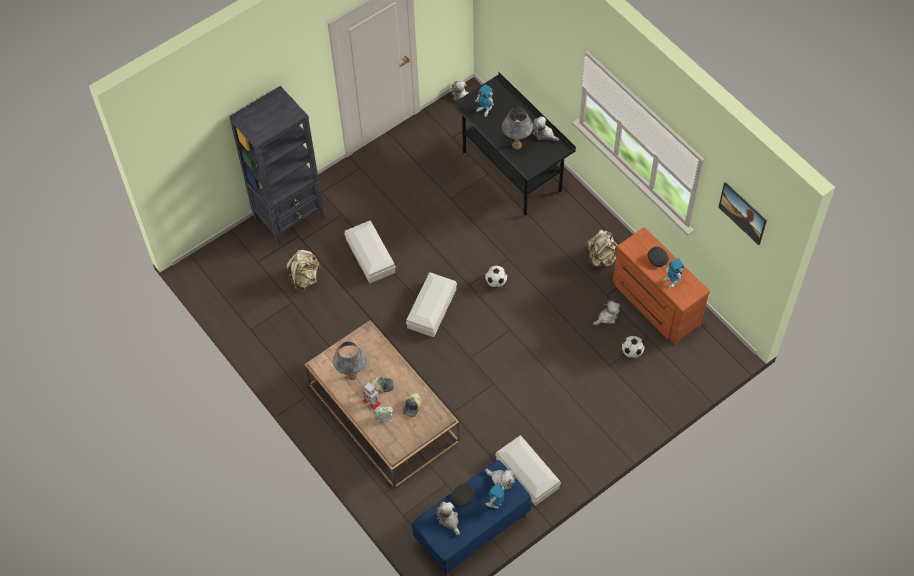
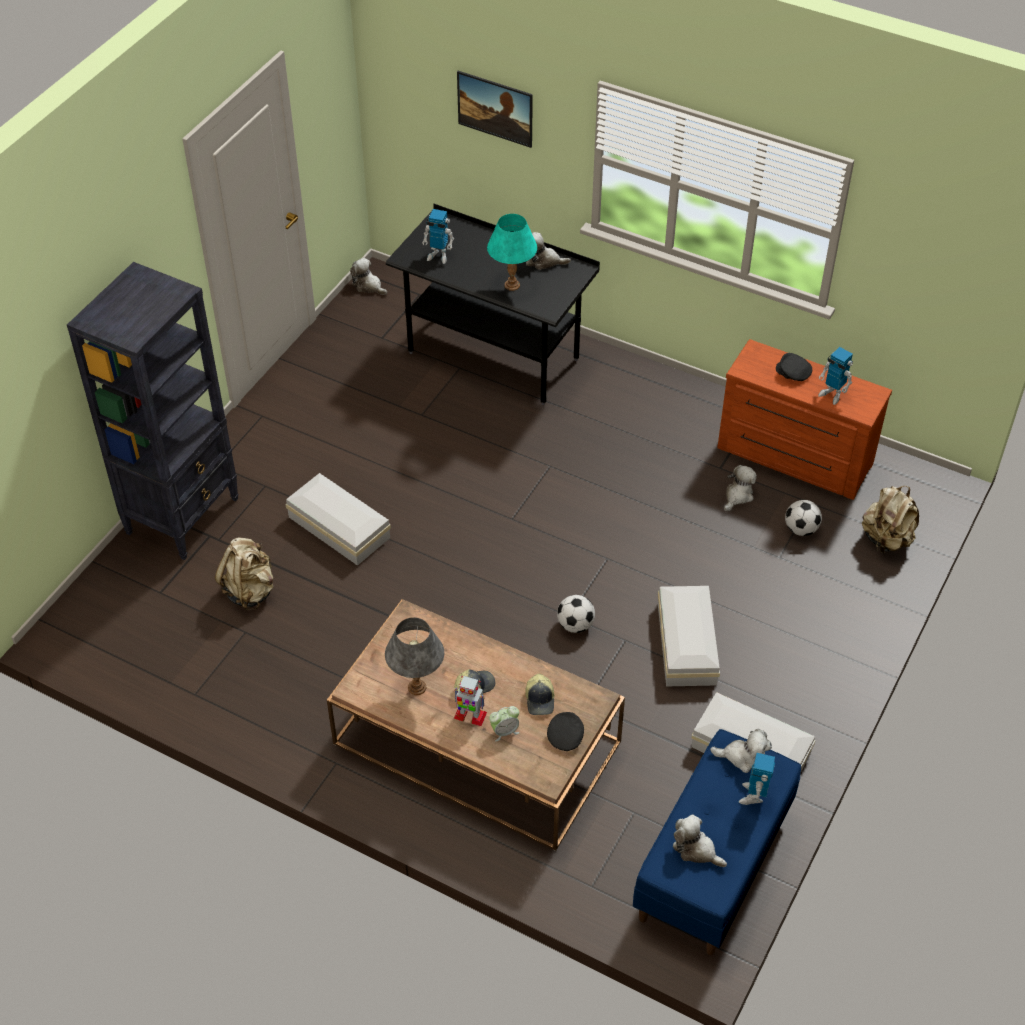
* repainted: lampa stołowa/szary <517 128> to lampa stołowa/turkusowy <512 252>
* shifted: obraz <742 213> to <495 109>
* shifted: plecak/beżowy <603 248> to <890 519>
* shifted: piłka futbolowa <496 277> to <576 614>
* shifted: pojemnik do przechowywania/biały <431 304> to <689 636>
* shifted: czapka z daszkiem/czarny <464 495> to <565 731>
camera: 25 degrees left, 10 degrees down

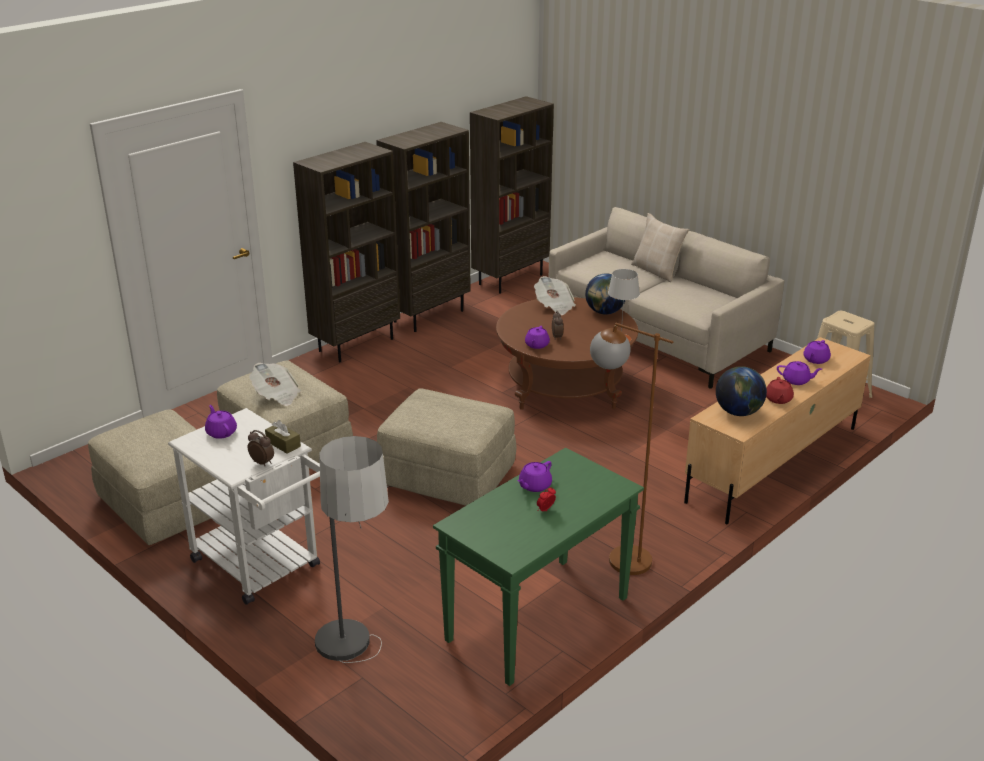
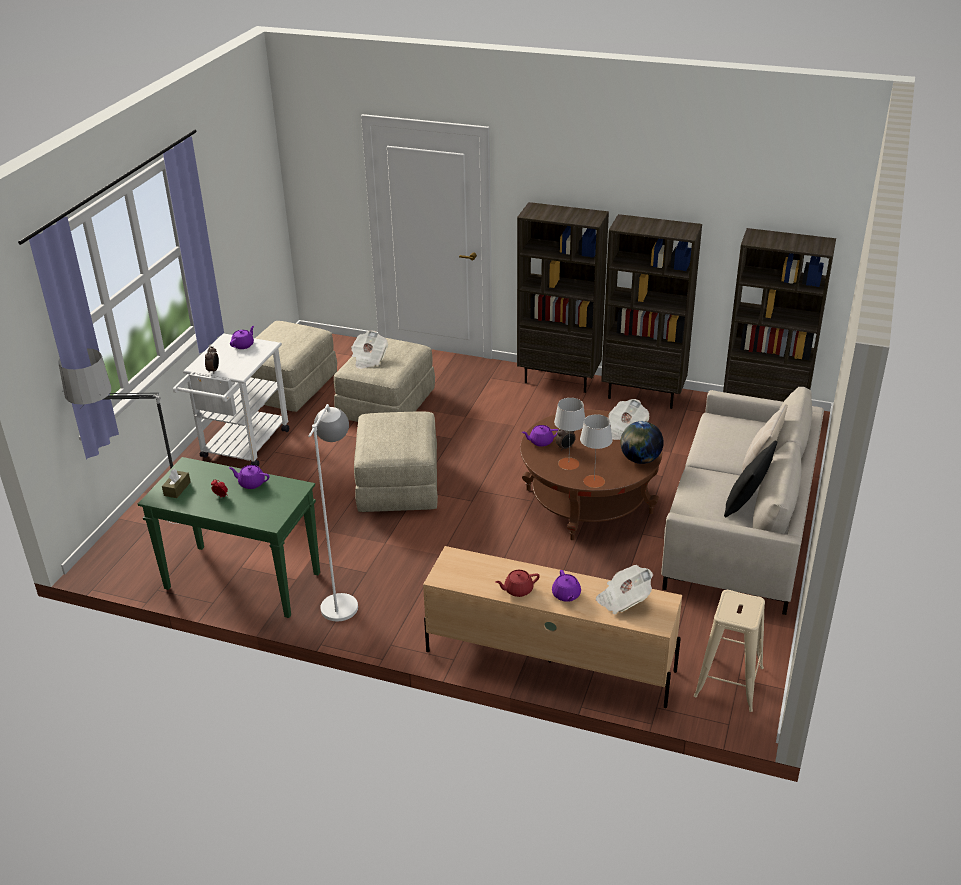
* repainted: lampa stojąca/brązowy <631 449> to lampa stojąca/biały <333 512>
* swapped: imbryk/fioletowy <817 352> to gazeta <624 589>
* gone: globus <741 391>
* shifted: pudełko chusteczek/brązowy <283 437> to <176 483>
* new: lampa stołowa/szary <569 434>
* new: poduszka/czarny <750 478>
camera: 65 degrees right, 5 degrees up

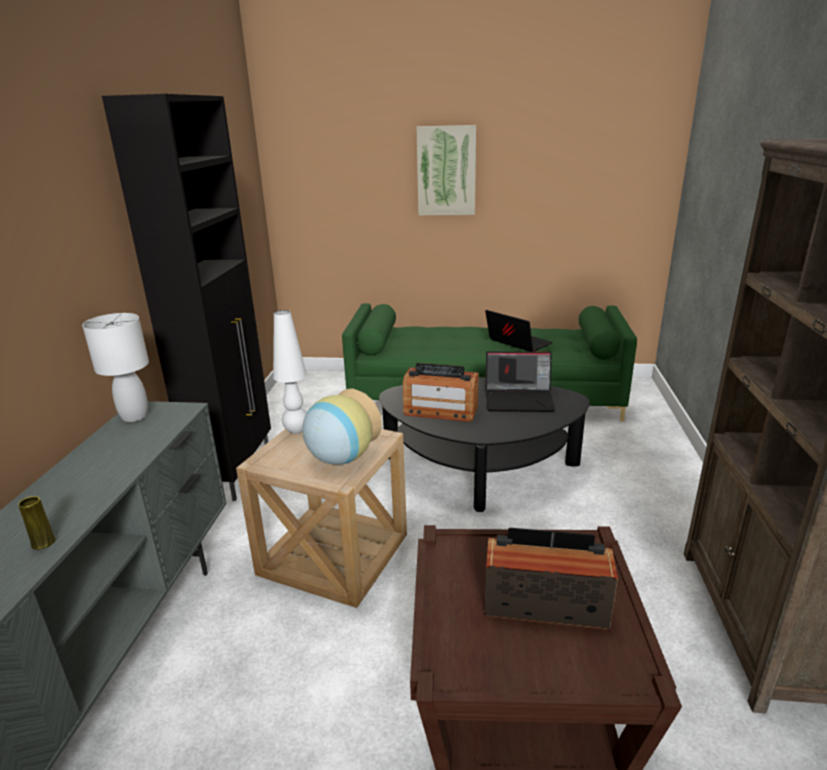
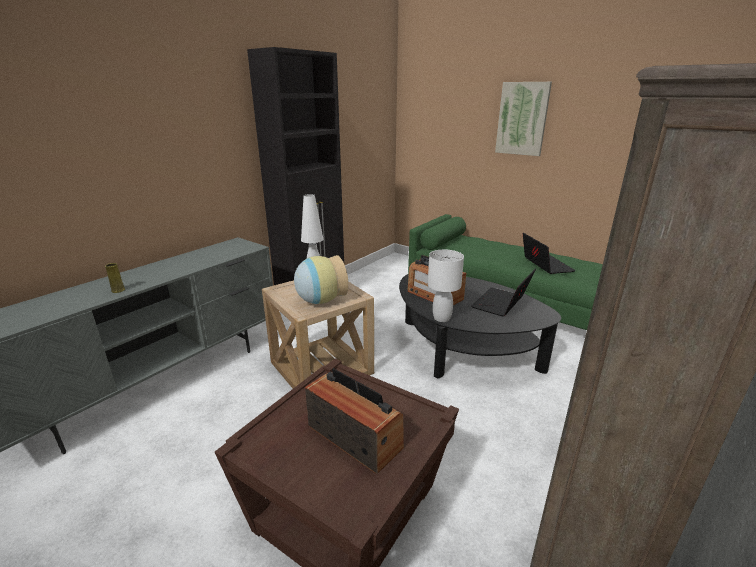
* shifted: lampa stołowa/biały <115 367> to <446 286>
* rotated: laptop <520 382> = <503 292> 90 degrees clockwise
camera: 30 degrees right, 0 degrees up

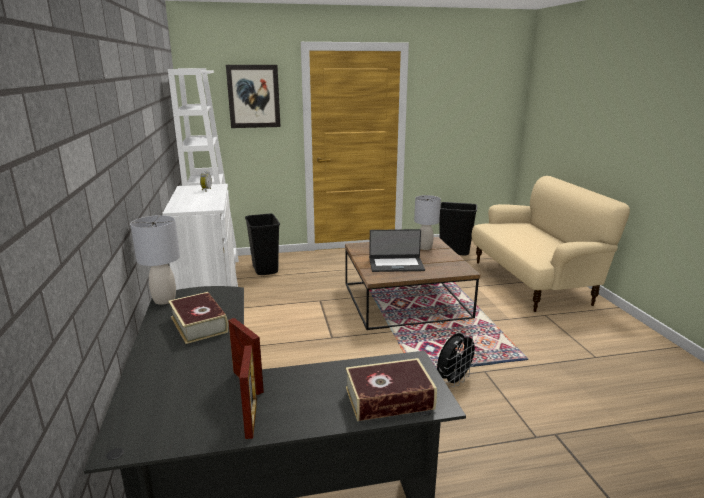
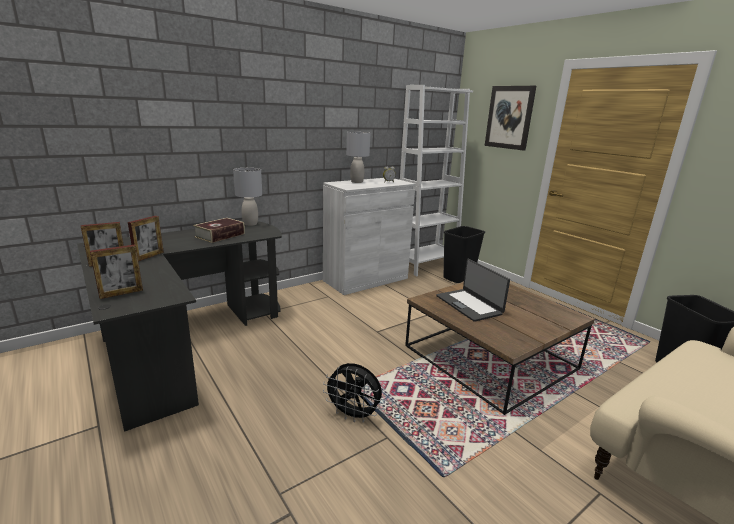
* shifted: lampa stołowa/szary <427 222> to <358 157>
* swapped: książka <391 389> to ramka na zdjęcie <116 271>
camera: 65 degrees right, 0 degrees up

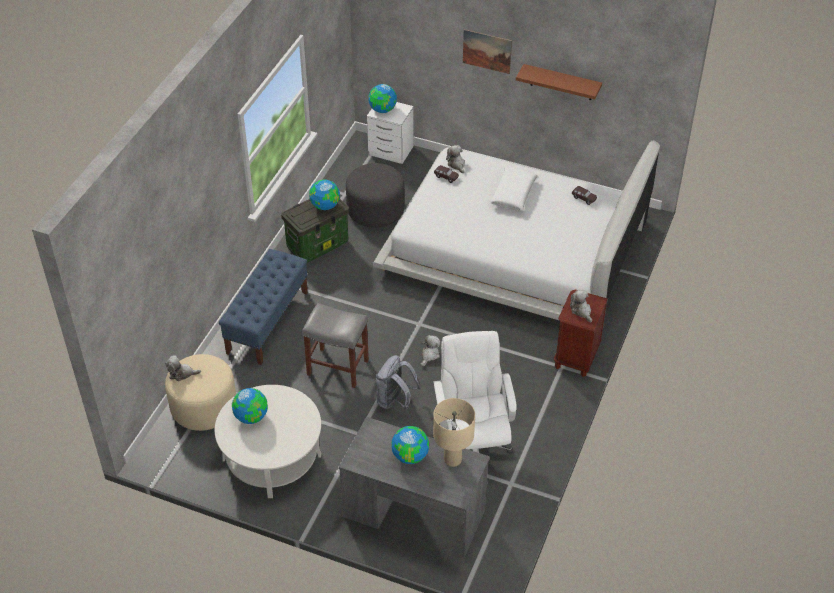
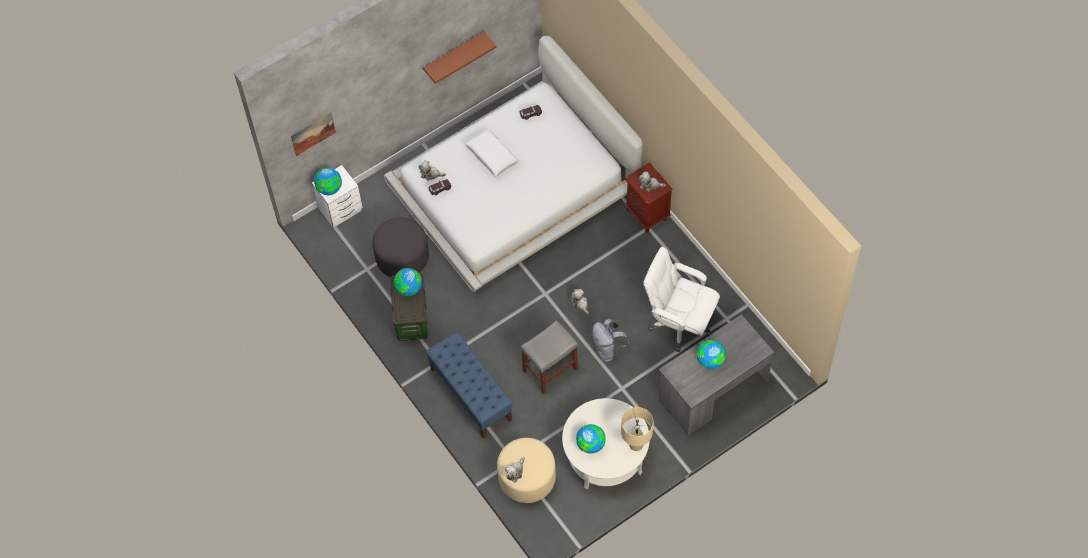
* shifted: obraz <487 51> to <313 134>
* shifted: lampa stołowa/beżowy <454 432> to <637 429>
camera: 55 degrees left, 15 degrees up

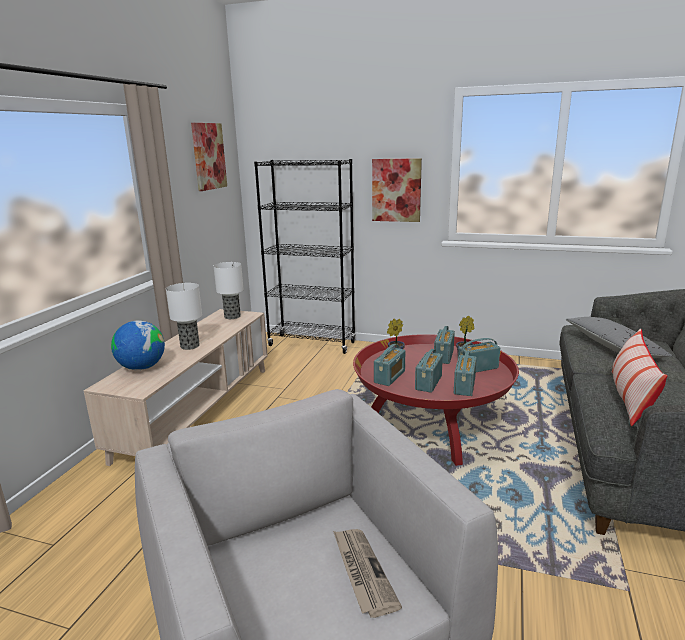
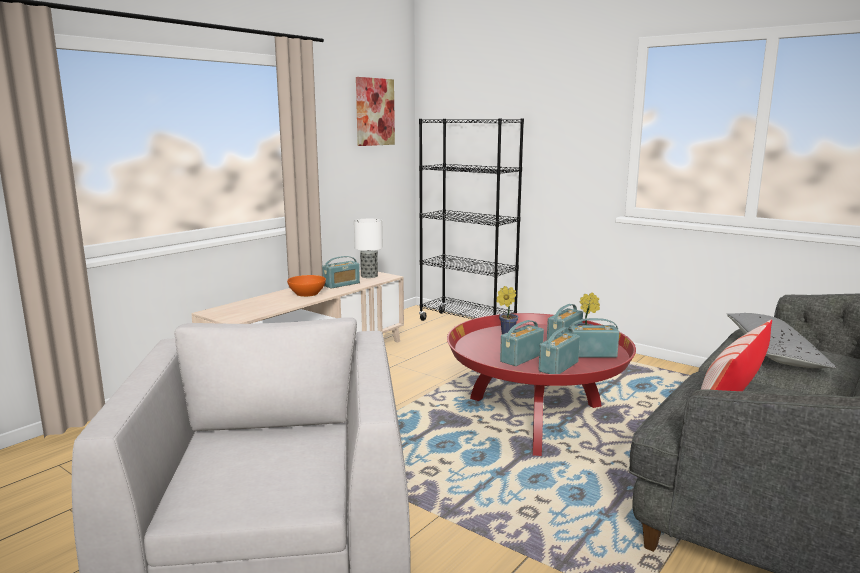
* gone: obraz <397 190>
* swapped: lampa stołowa <184 316> to miska/pomarańczowy <306 286>
* gone: globus <138 345>
* shifted: radio <389 365> to <341 272>
* gone: gazeta <367 573>
camera: 20 degrees right, 5 degrees down

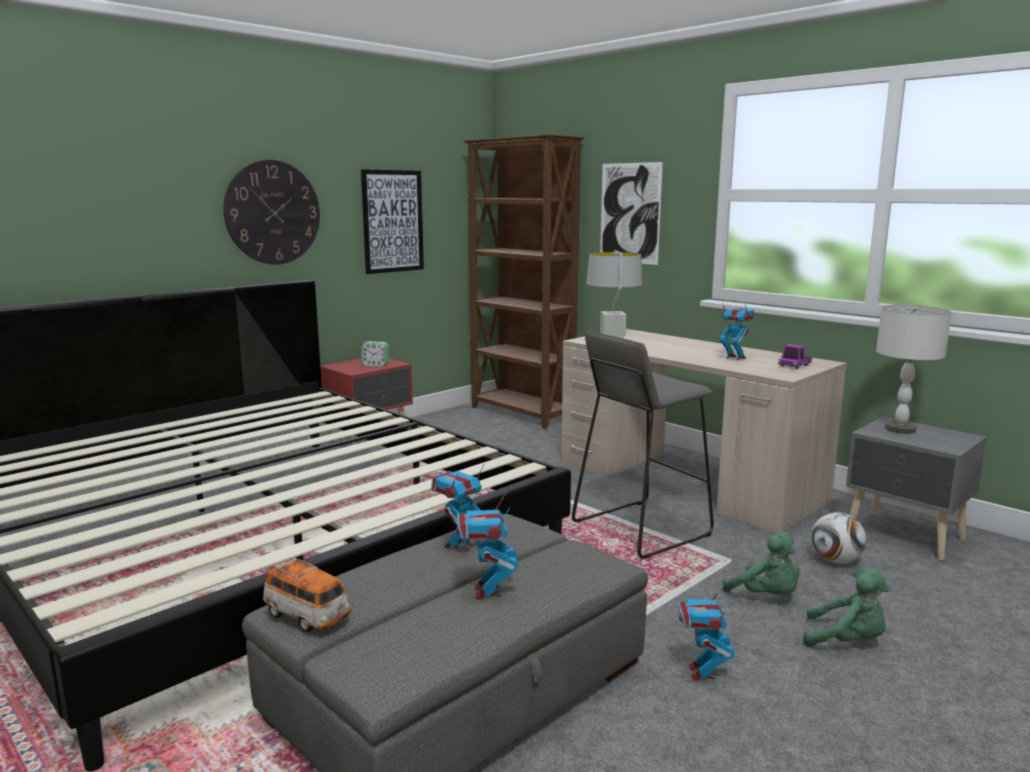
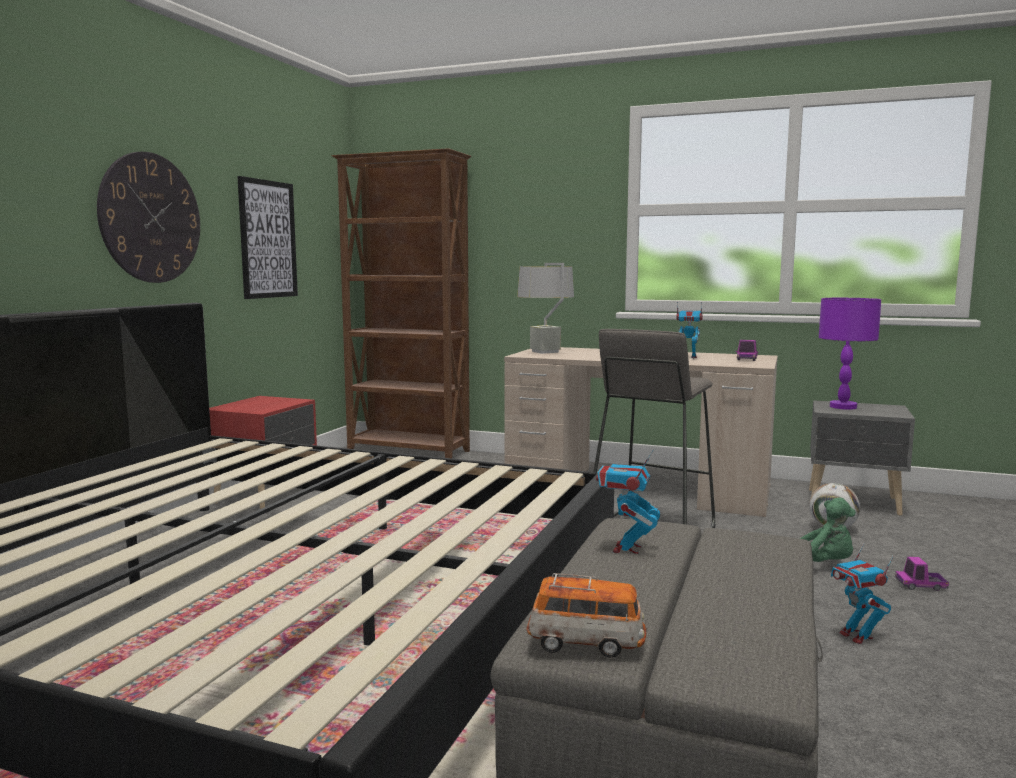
* gone: obraz <631 213>
* repainted: lampa stołowa/szary <914 369> to lampa stołowa/fioletowy <850 353>
* gone: budzik <375 354>
* gone: robot zabawkowy <487 545>
* swapped: pluszak/zielony <847 607> to ciężarówka zabawkowa <922 574>
camera: 25 degrees left, 5 degrees down

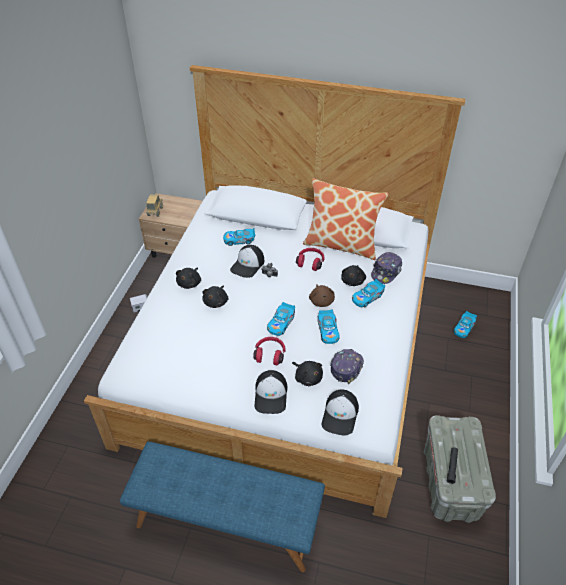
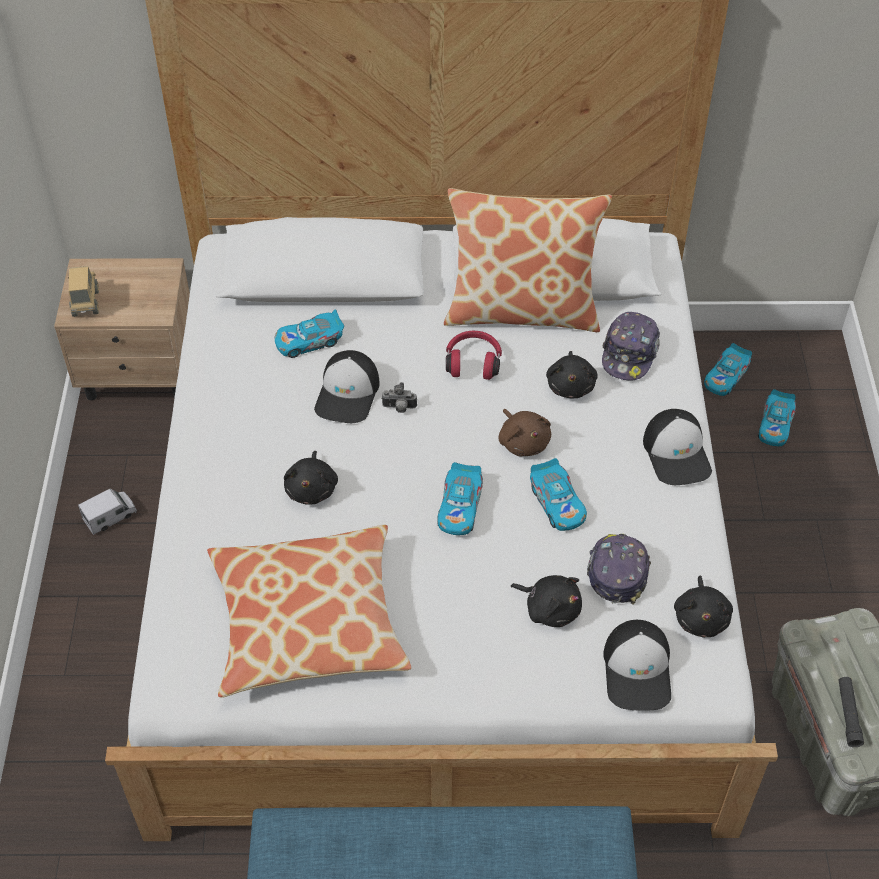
* shifted: pluszak/czarny <188 278> to <703 606>
* shifted: samochodzik <368 293> to <728 369>
* gone: słuchawki/czerwony <269 351>
* shifted: czapka z daszkiem <271 392> to <677 447>
* new: poduszka <309 611>
camera: 15 degrees left, 5 degrees up

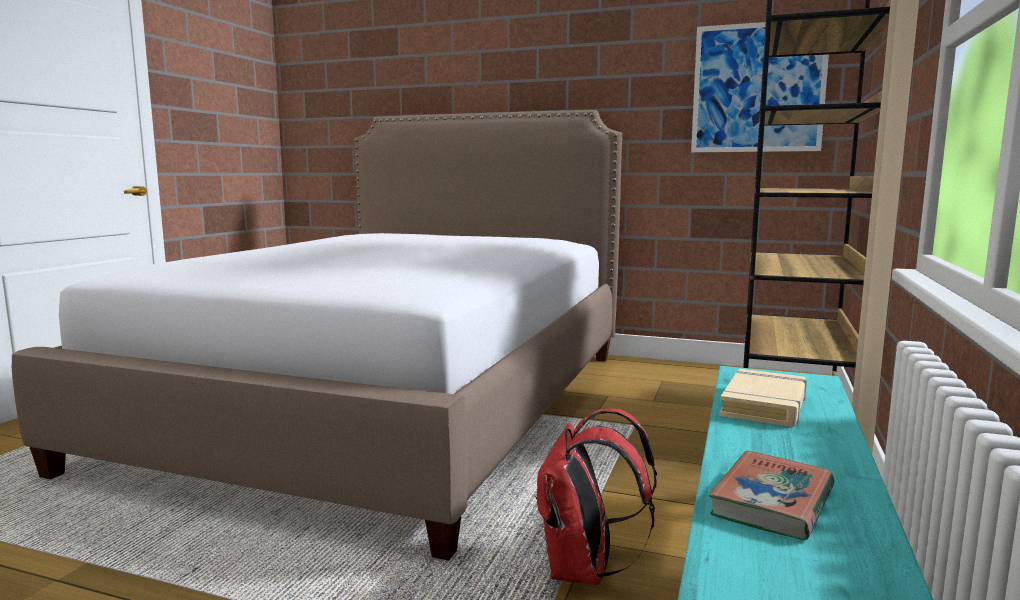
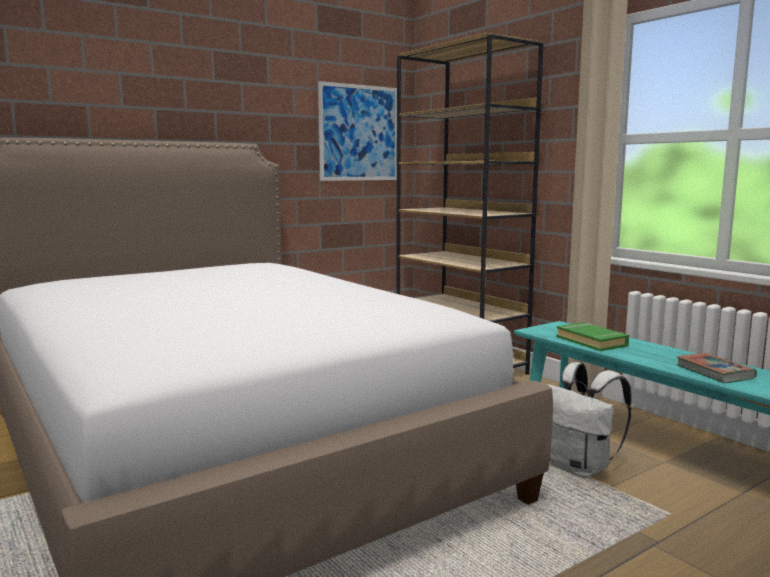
* repainted: książka/beżowy <763 397> to książka/zielony <592 336>
* repainted: plecak/czerwony <596 496> to plecak/biały <589 420>
camera: 55 degrees left, 0 degrees up

